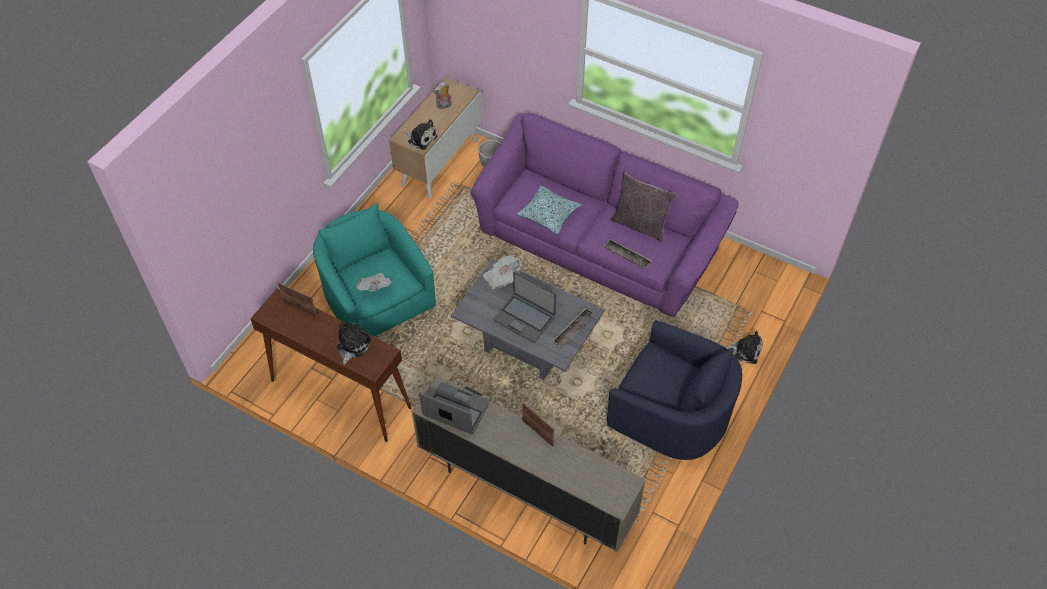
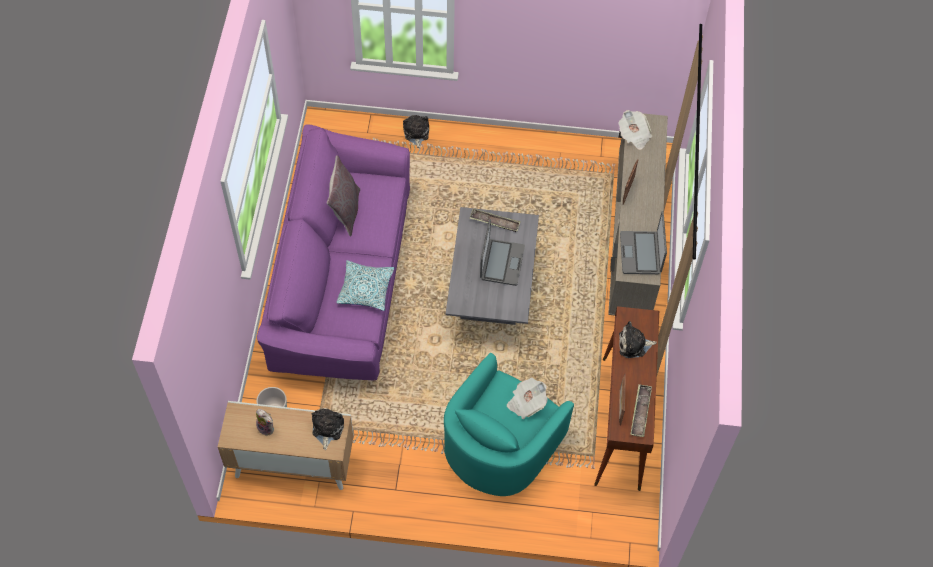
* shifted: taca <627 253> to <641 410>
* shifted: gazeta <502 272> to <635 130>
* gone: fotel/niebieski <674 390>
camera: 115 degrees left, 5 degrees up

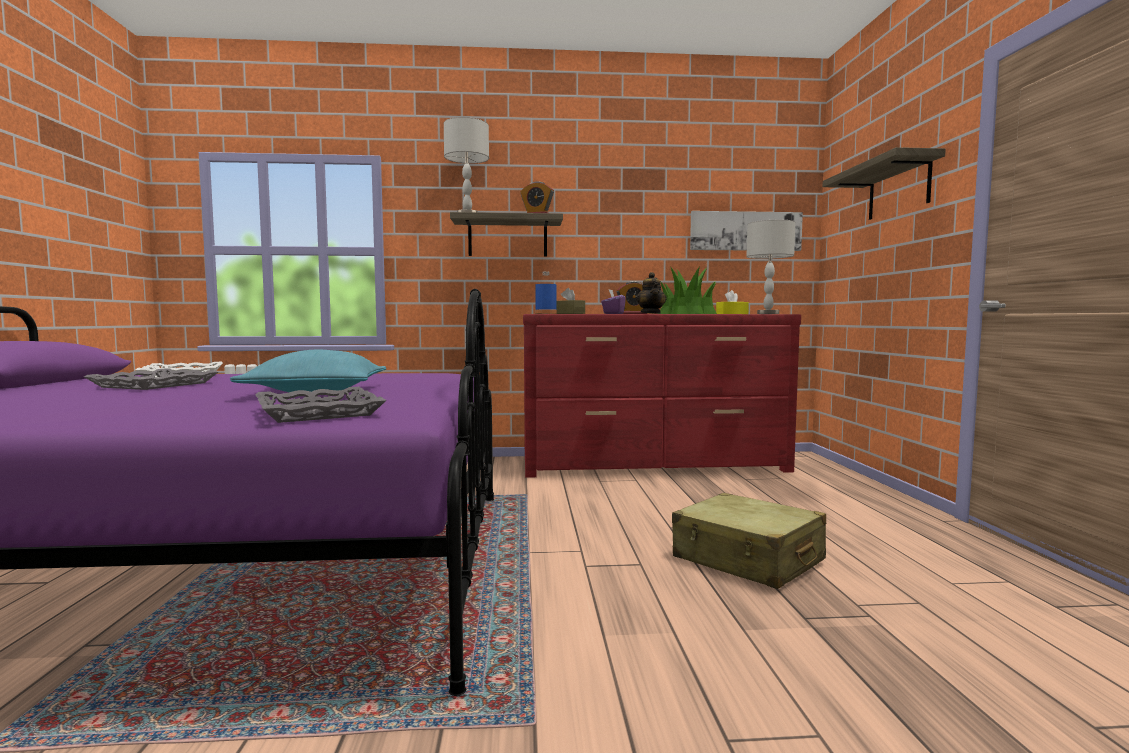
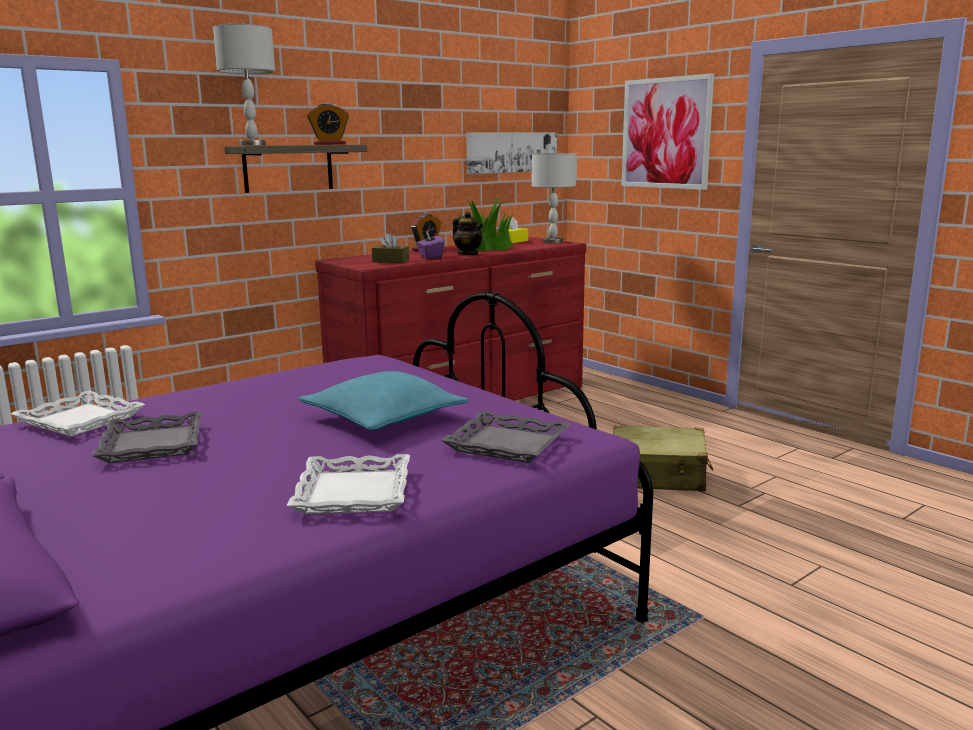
* swapped: półka <884 183> to obraz <667 131>
* gone: butelka/niebieski <546 292>
* new: taca/biały <348 484>
camera: 35 degrees left, 10 degrees up

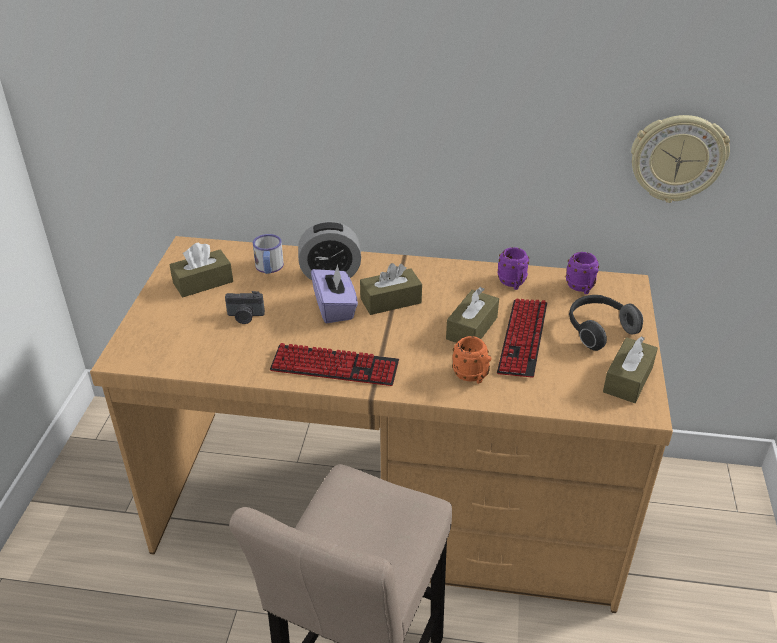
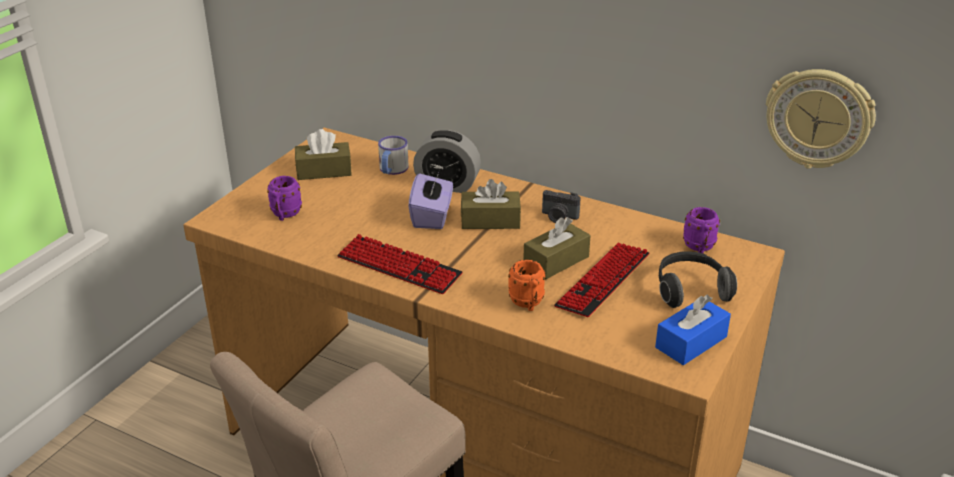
* shifted: kubek/fioletowy <513 268> to <284 198>
* shifted: aparat fotograficzny <245 307> to <561 206>
* repainted: pudełko chusteczek/brązowy <630 369> to pudełko chusteczek/niebieski <693 330>
camera: 20 degrees right, 5 degrees down

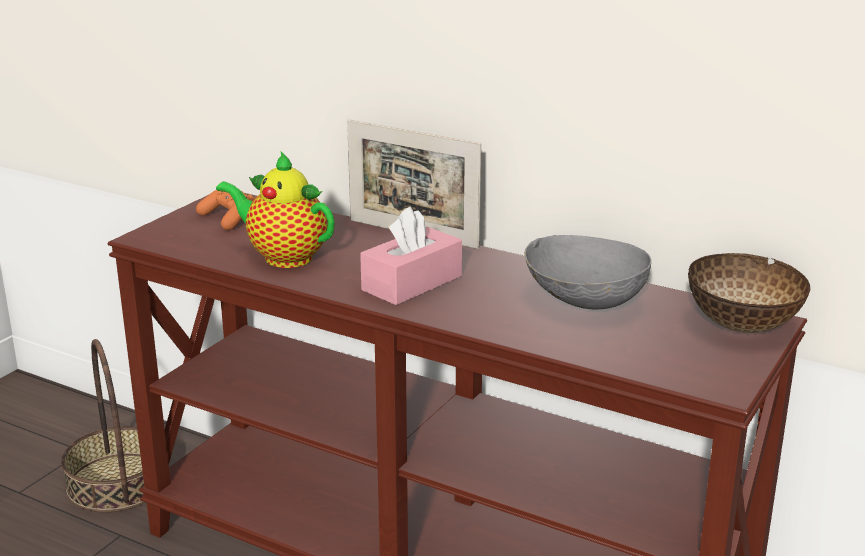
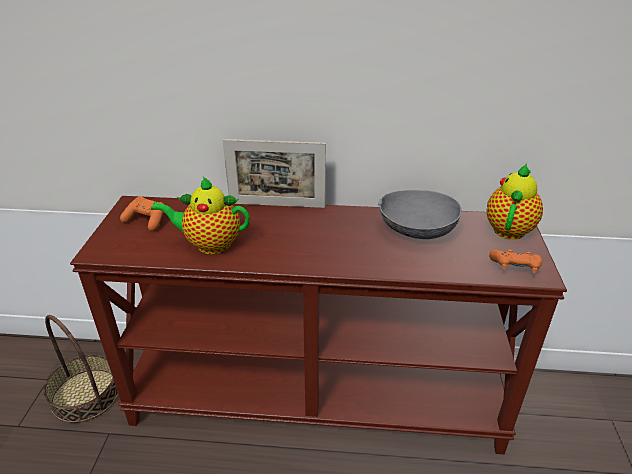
* gone: pudełko chusteczek/różowy <411 255>
* swapped: miska <749 293> to imbryk <515 201>
* new: pad do gier/pomarańczowy <515 261>
camera: 25 degrees left, 10 degrees up

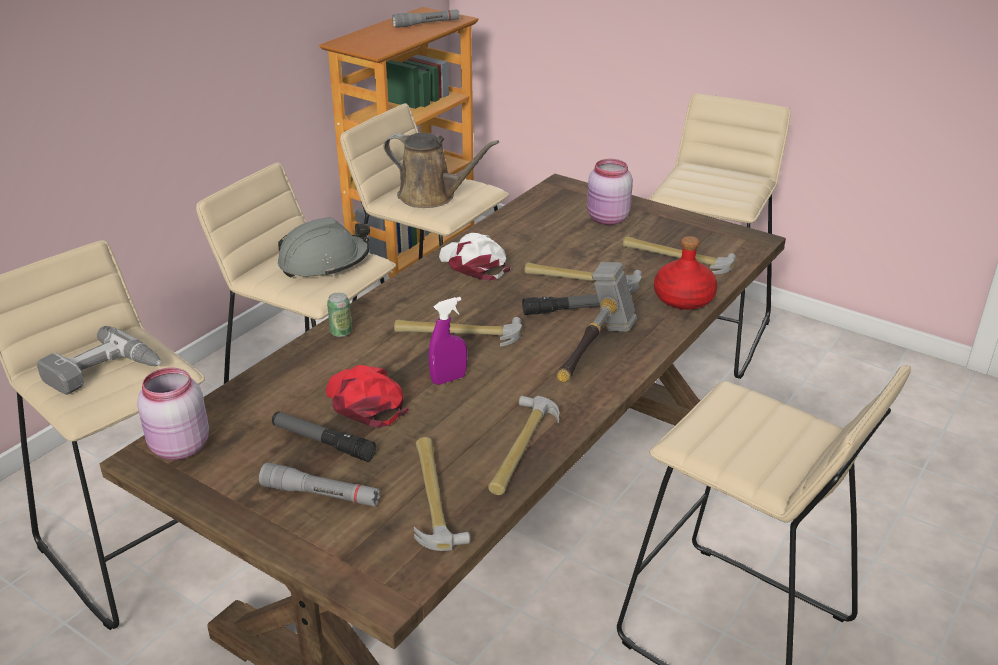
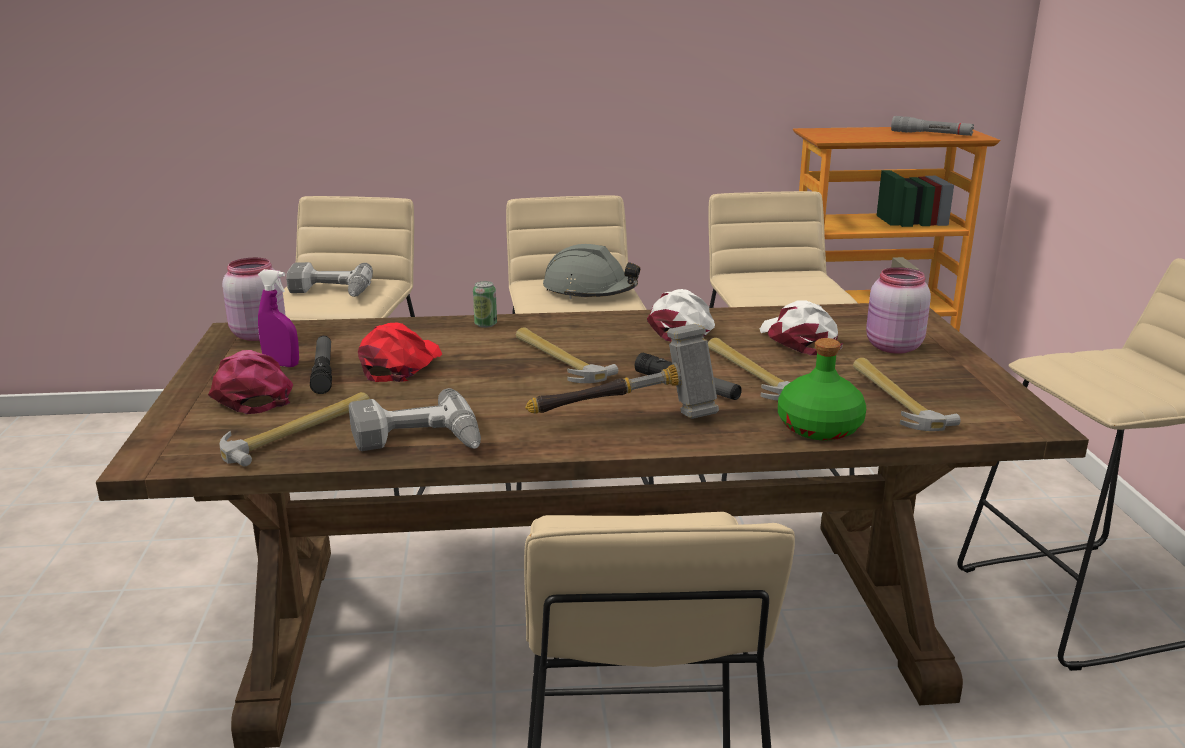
* gone: konewka/brązowy <441 170>
* repainted: butelka/czerwony <685 273> to butelka/zielony <822 389>
* shifted: spryskiwacz/fioletowy <448 341> to <278 318>
* swapped: młotek <524 445> to wiertarka <415 419>
* swapped: latarka/szary <319 485> to czapka z daszkiem/różowy <250 382>
* new: czapka z daszkiem/biały <801 327>
camera: 50 degrees right, 10 degrees down

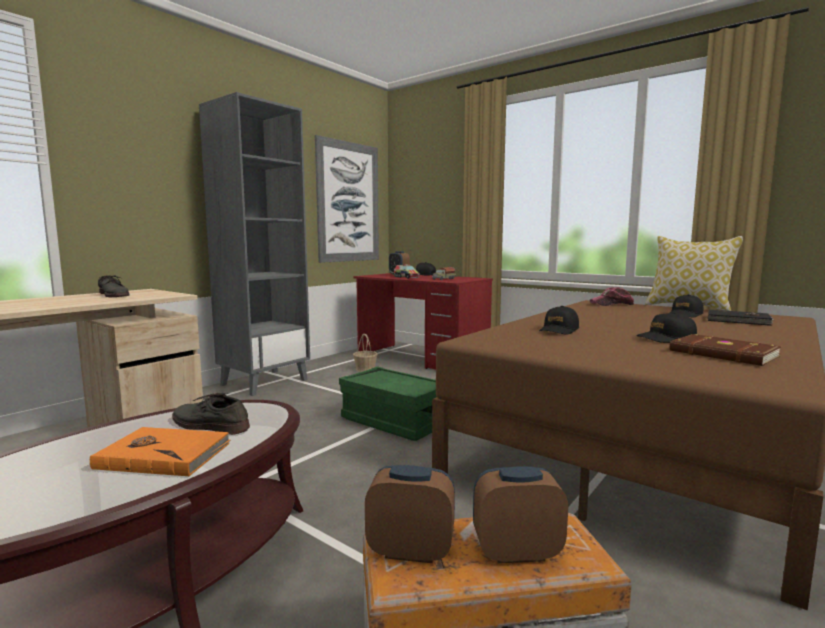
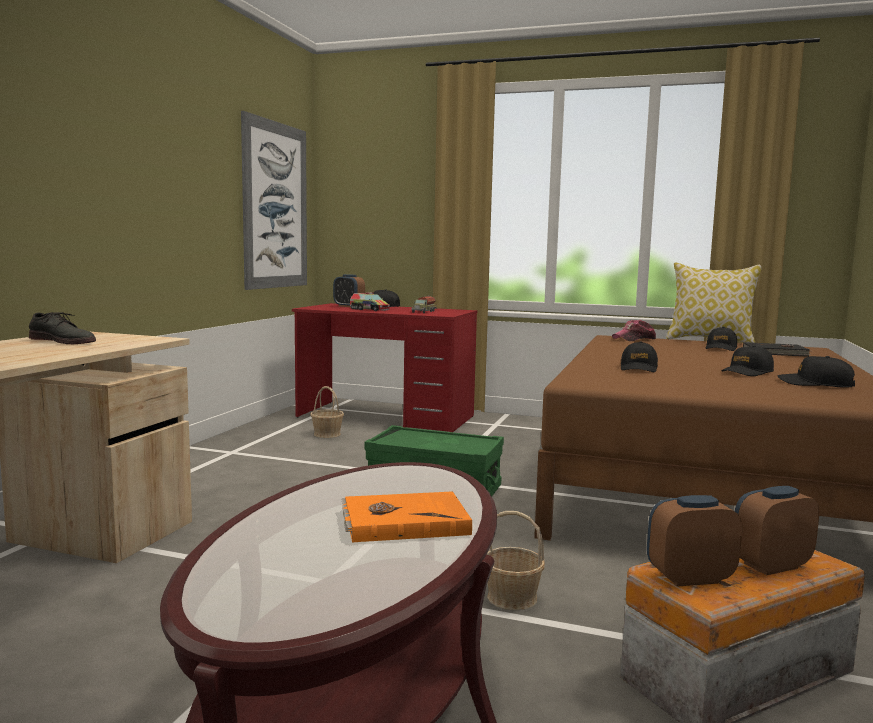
* gone: regał/szary <254 244>
* swapped: książka/brązowy <725 350> to czapka z daszkiem/czarny <816 372>
* gone: but/szary <211 414>
* new: koszyk <516 560>
camera: 20 degrees left, 0 degrees up

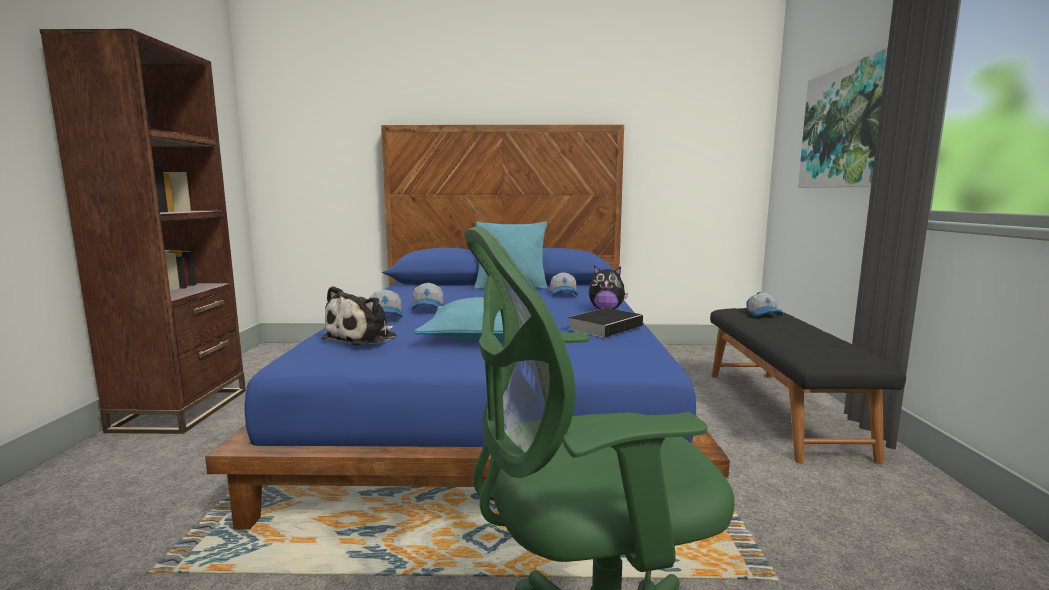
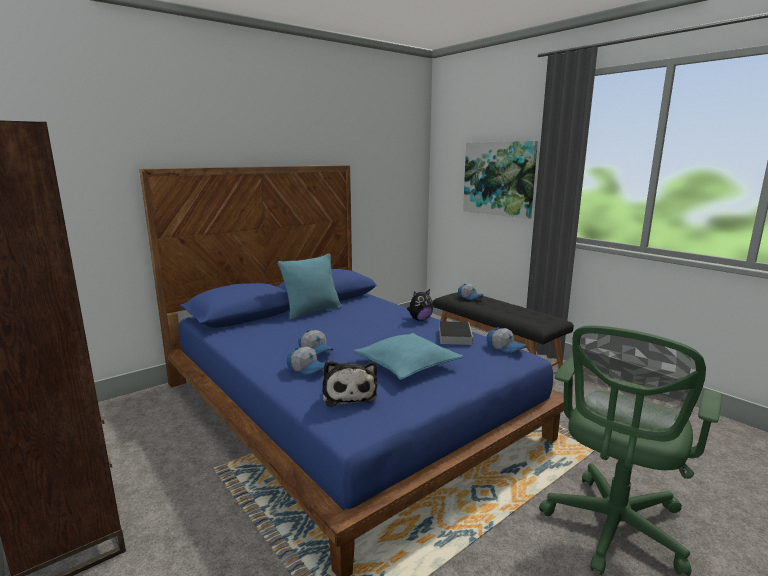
* shifted: czapka z daszkiem <564 284> to <506 340>
camera: 40 degrees left, 5 degrees up

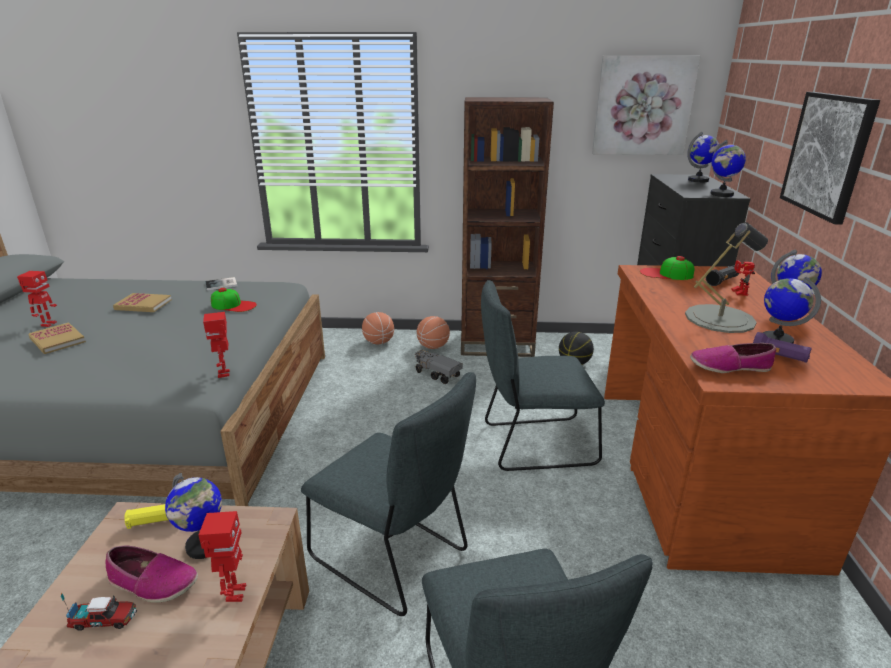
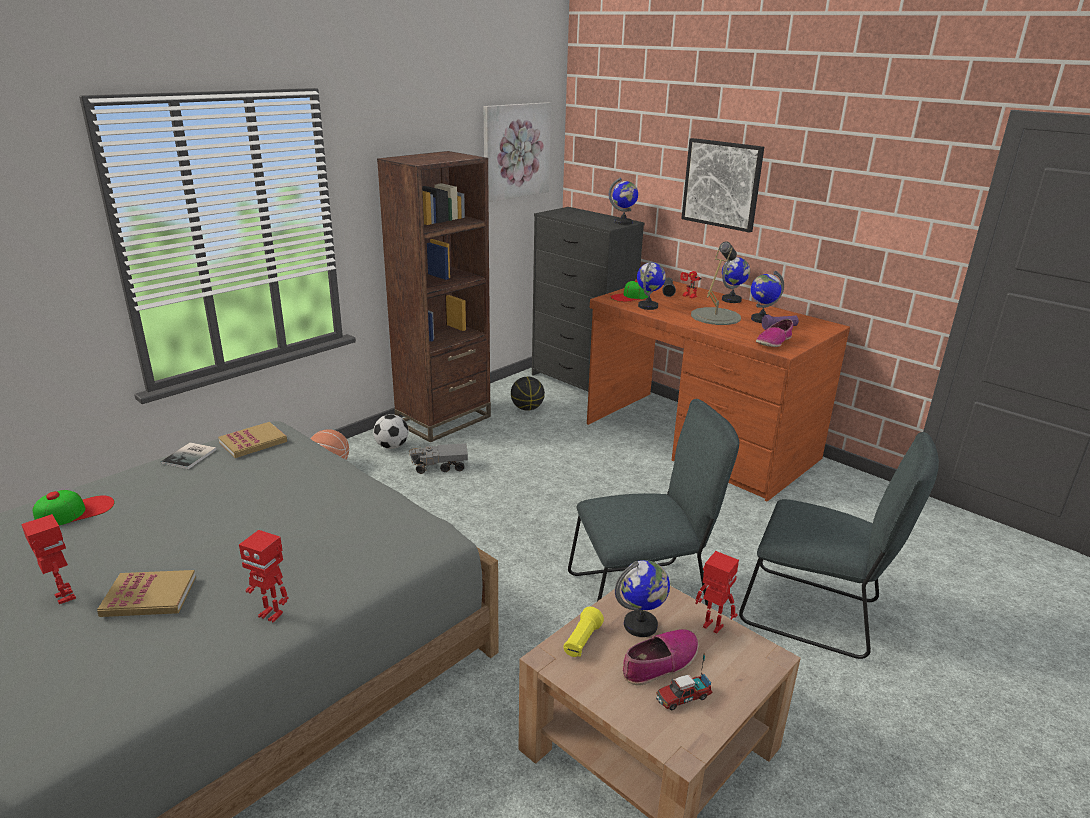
* shifted: globus <703 157> to <651 285>
* gone: krzesło/szary <543 375>
* shifted: czapka z daszkiem <234 300> to <74 507>
* shifted: książka <142 302> to <252 440>
* shifted: robot zabawkowy <216 345> to <264 576>
* swapped: piłka do koszykówki <433 332> to piłka futbolowa <391 431>
* rotated: ciężarówka zabawkowa <99 611> = <684 682> 150 degrees counterclockwise
camera: 50 degrees left, 0 degrees up

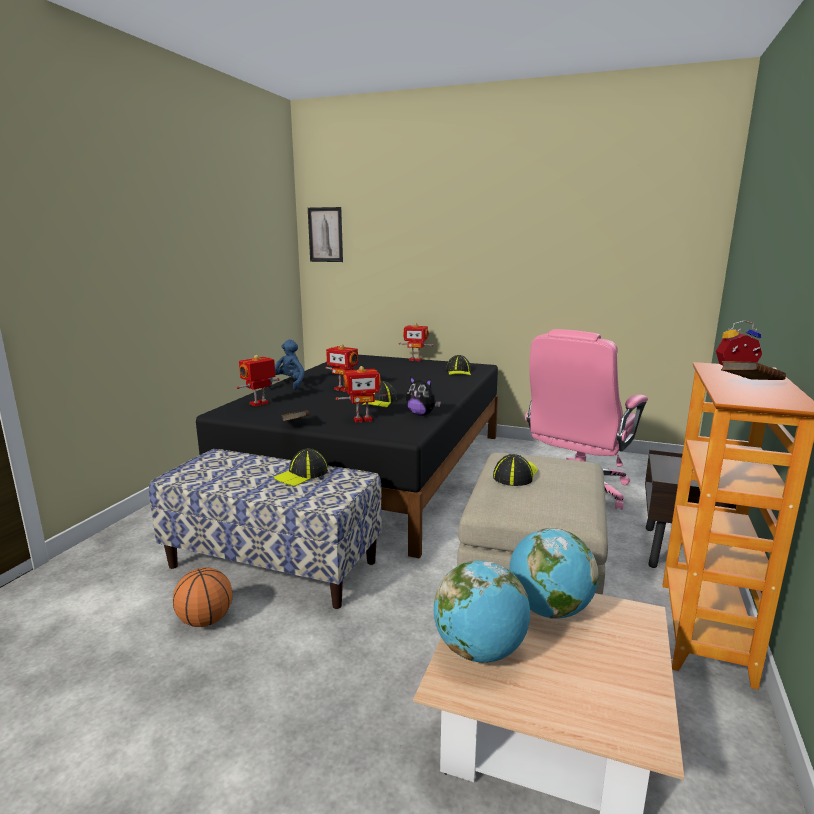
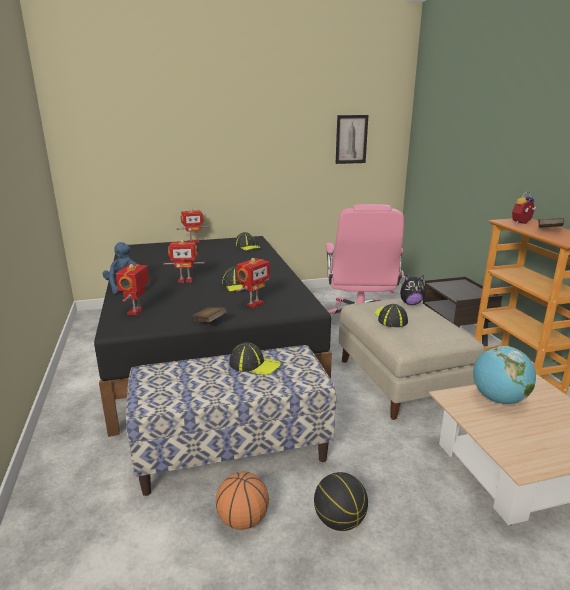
* shifted: obraz <325 234> to <352 139>
* shifted: pluszak <423 396> to <412 290>
* rotated: czapka z daszkiem <300 467> = <255 358> 75 degrees counterclockwise
* gone: globus <482 612>
* new: piłka do koszykówki <341 501>
camera: 35 degrees left, 5 degrees up

